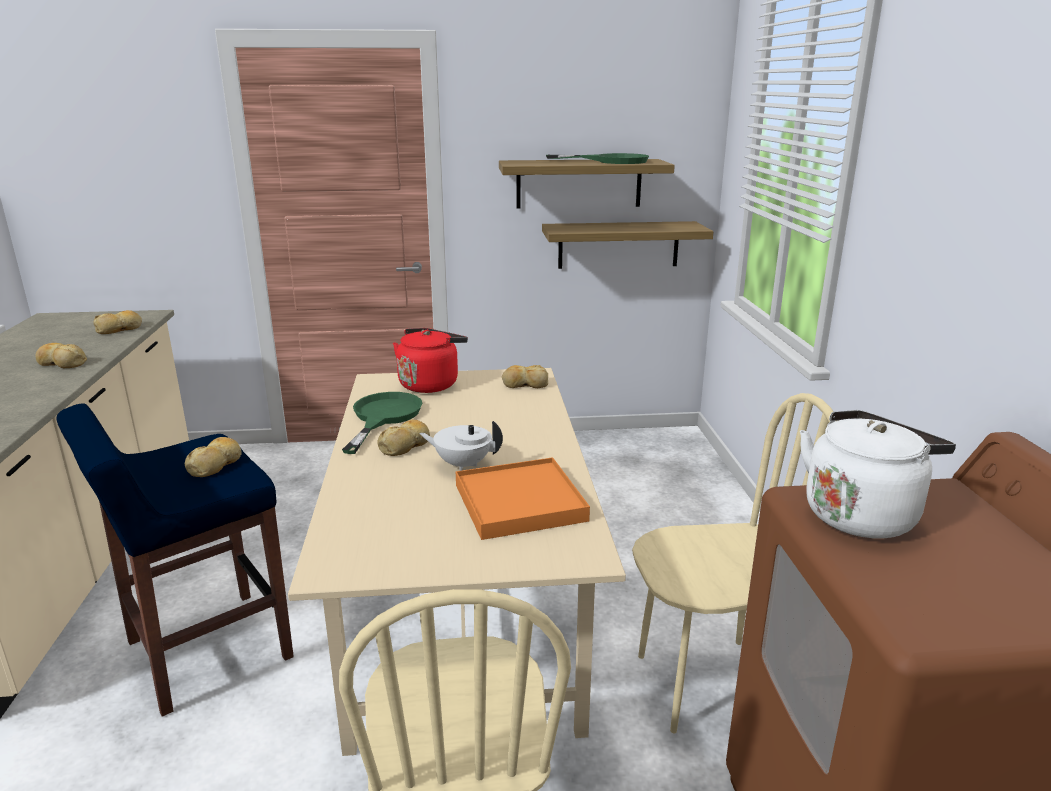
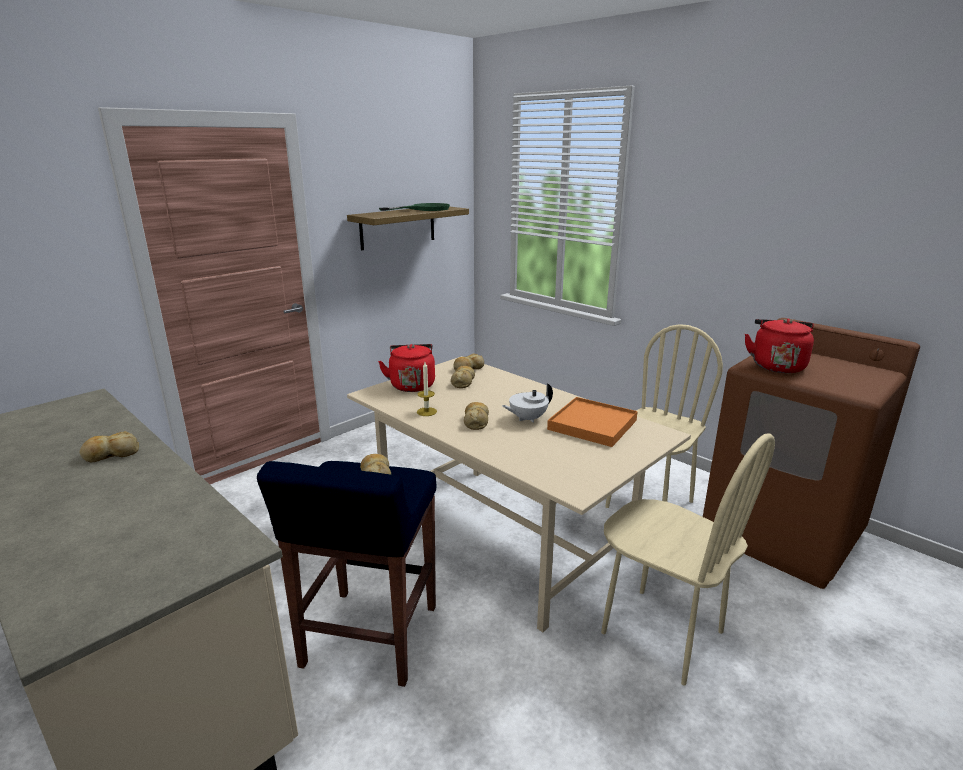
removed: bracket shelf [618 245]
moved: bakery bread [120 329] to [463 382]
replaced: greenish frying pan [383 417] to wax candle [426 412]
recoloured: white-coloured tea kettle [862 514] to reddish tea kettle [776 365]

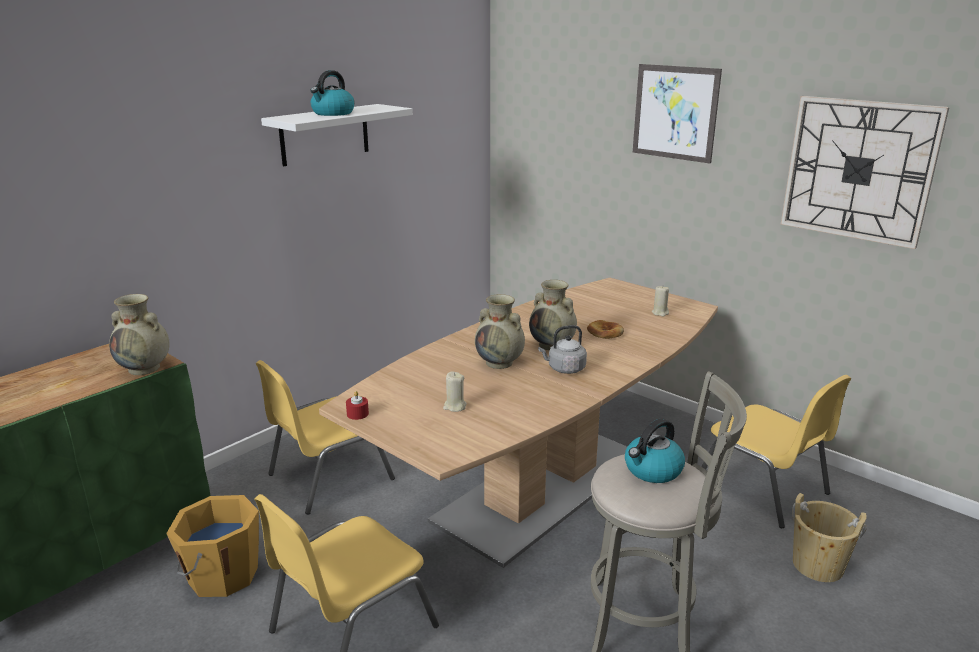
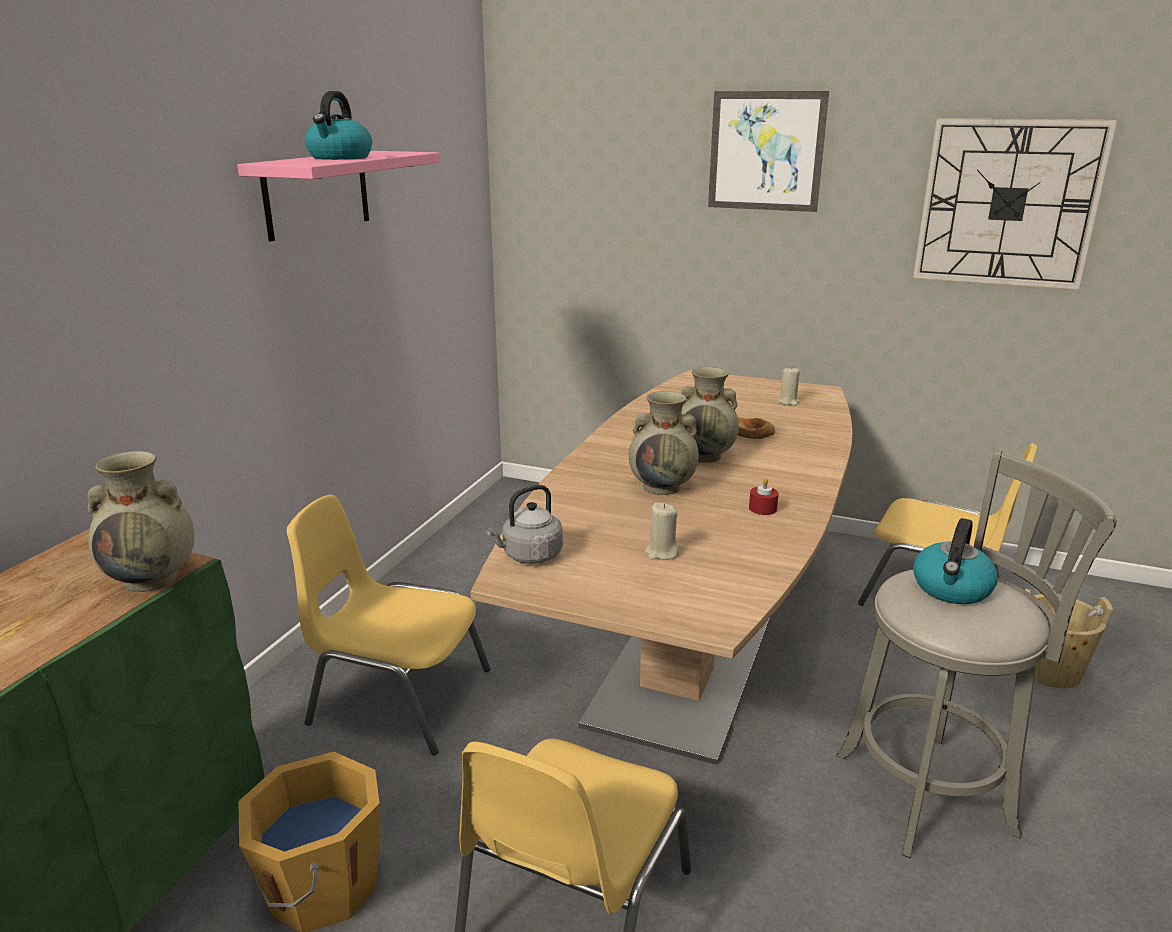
moved: grey tea kettle [564 369] to [529 556]; reddish wax candle [357 414] to [762 508]
recoloured: white-coloured bracket shelf [325 134] to pinkish bracket shelf [317 194]
turned: yellow-coloured upright chair [328 477] = [398 696] 75 degrees clockwise

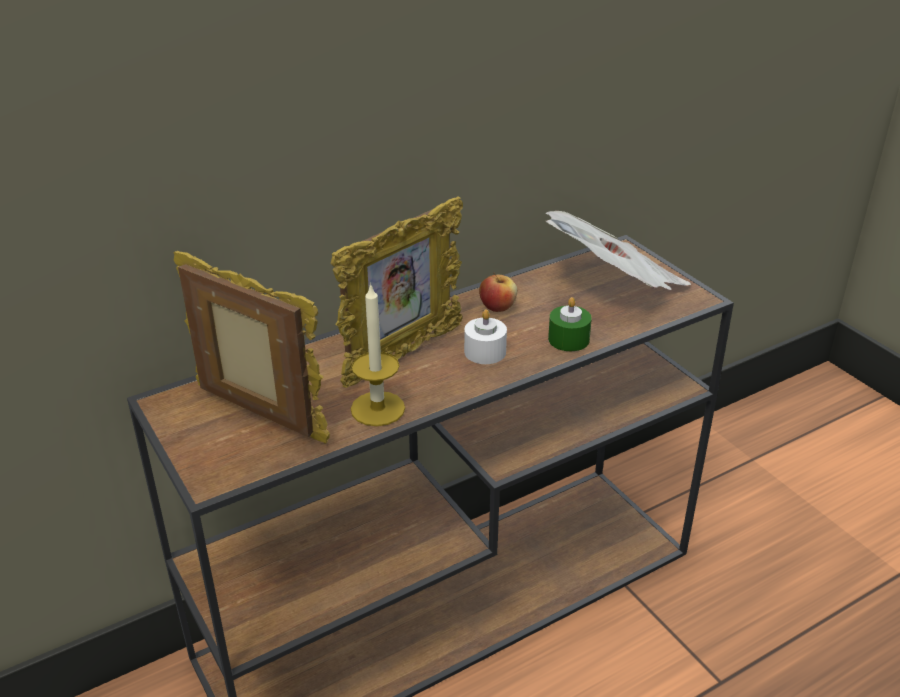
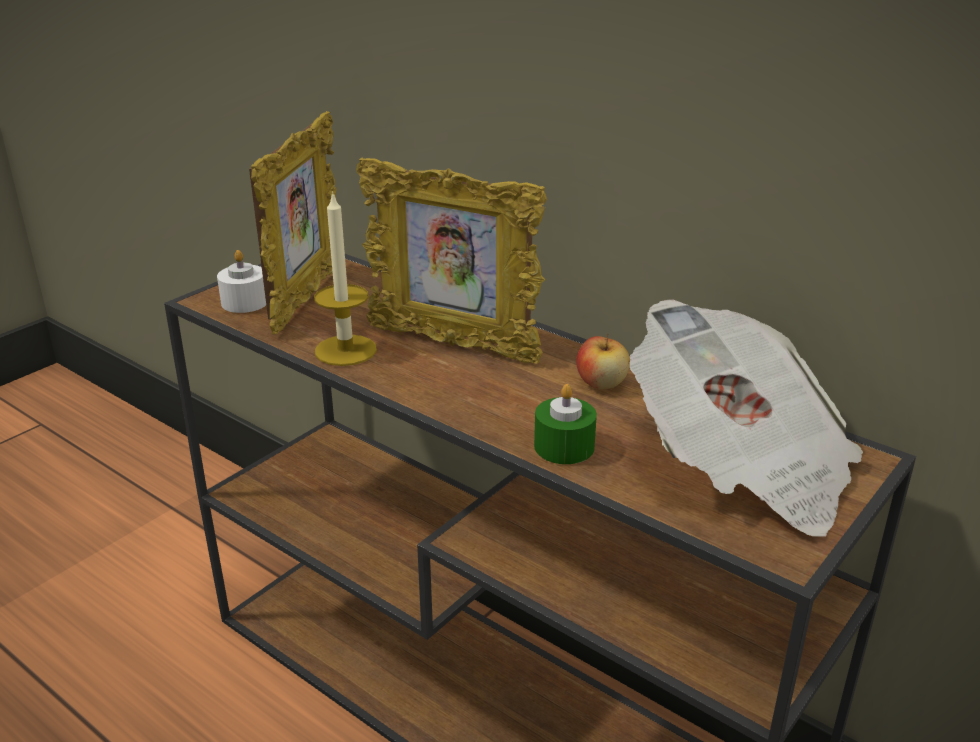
moved: white-coloured wax candle [485 352] to [245 302]

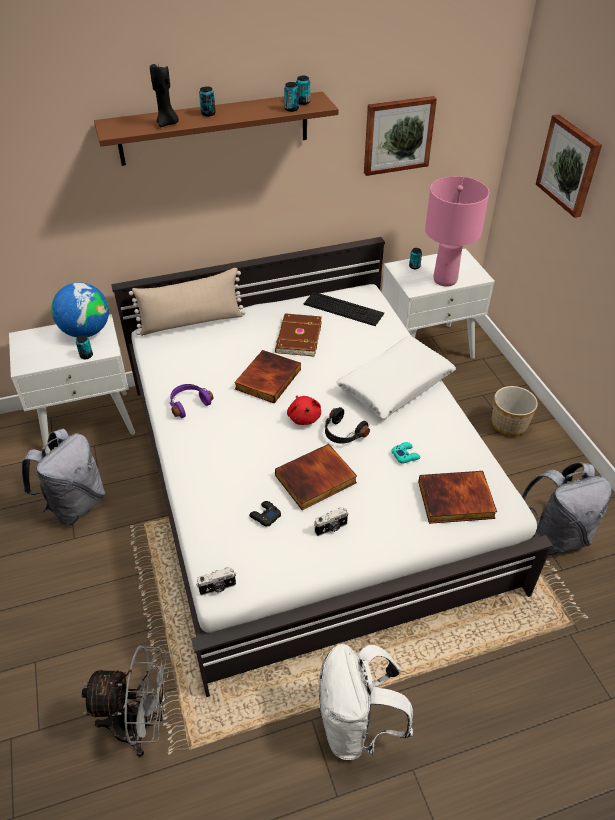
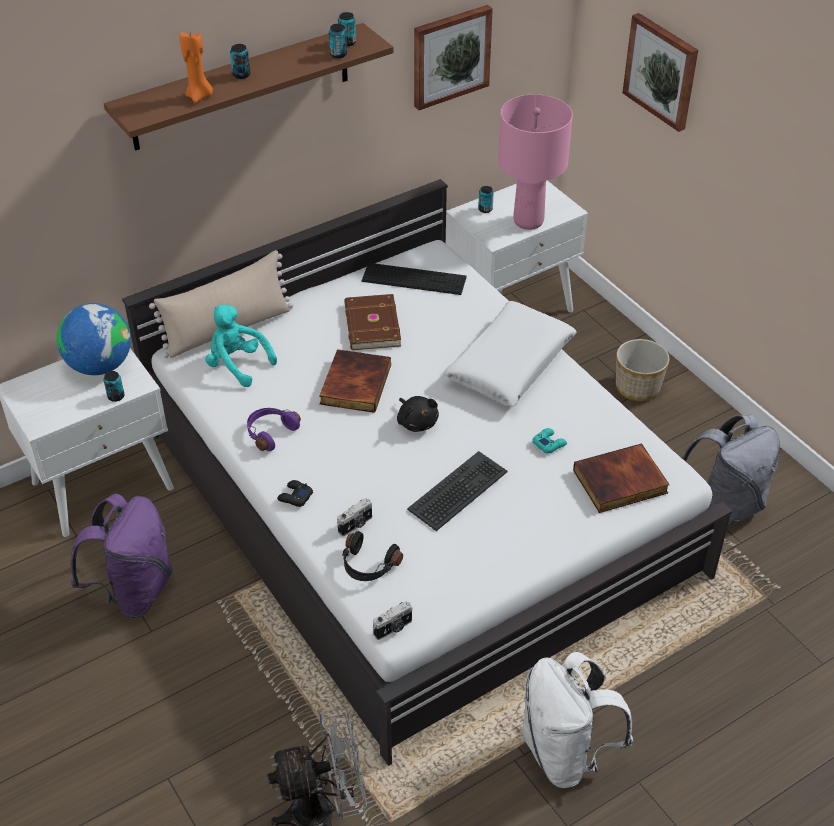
added: turquoise soft toy [237 365]
moved: black-coloured headphones [343 433] to [368 566]; black-coloured game controller [265 516] to [295 497]; still camera [331 528] to [356 525]
replaced: volume [316 480] to PC keyboard [458 491]
recoloured: black-coloured wax candle [167 124] to orange wax candle [199 96]; reddish soft toy [304 417] to black-coloured soft toy [417 422]; grey knapsack [75 504] to purple knapsack [134 591]

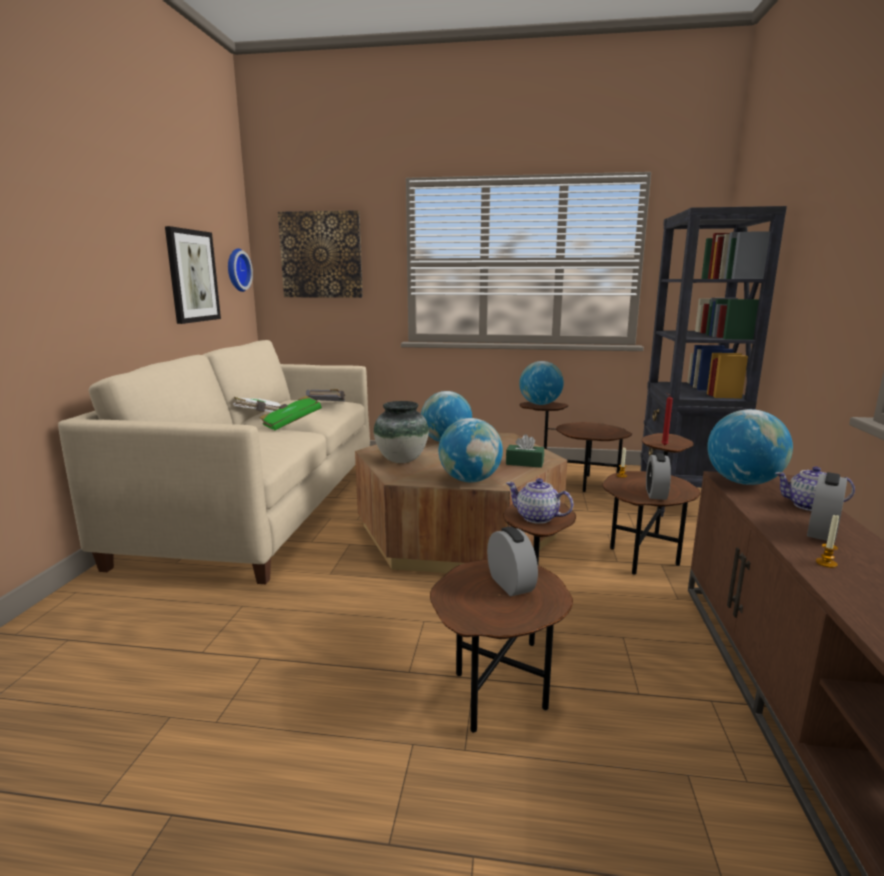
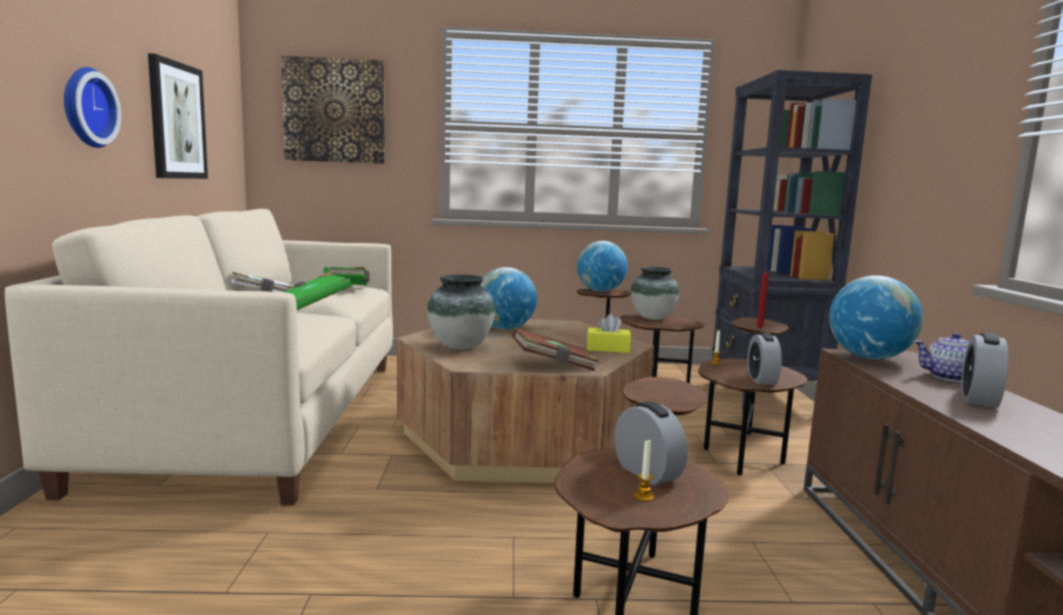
removed: pot for tea [537 518]
added: flower vase [653 318]
moved: wall clock [236 270] to [85 107]; wax candle [826 563] to [643 496]
replaced: globe [470 480] to brown-coloured volume [554 366]
recoloured: grey volume [328 405] to greenish volume [348 288]; greenish tissue box [524 463] to yellow-coloured tissue box [608 349]

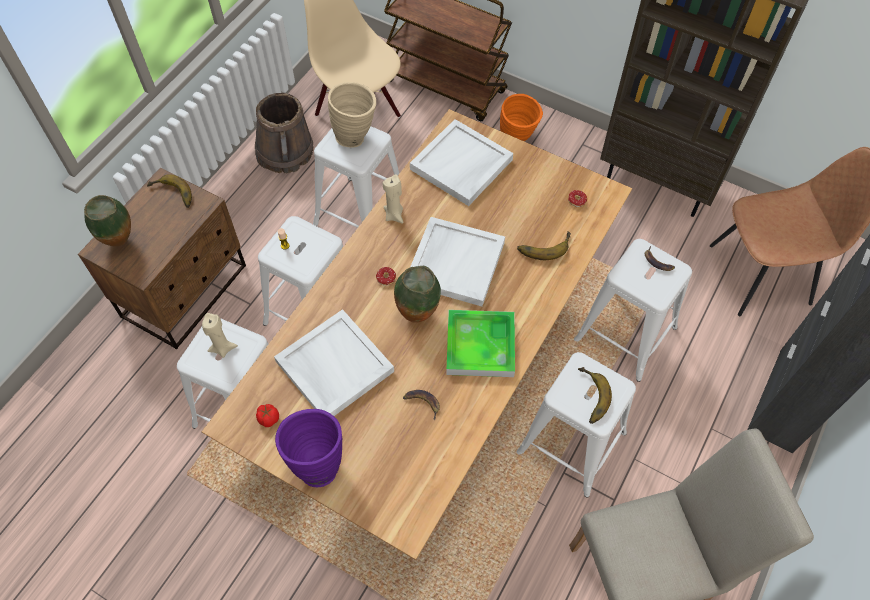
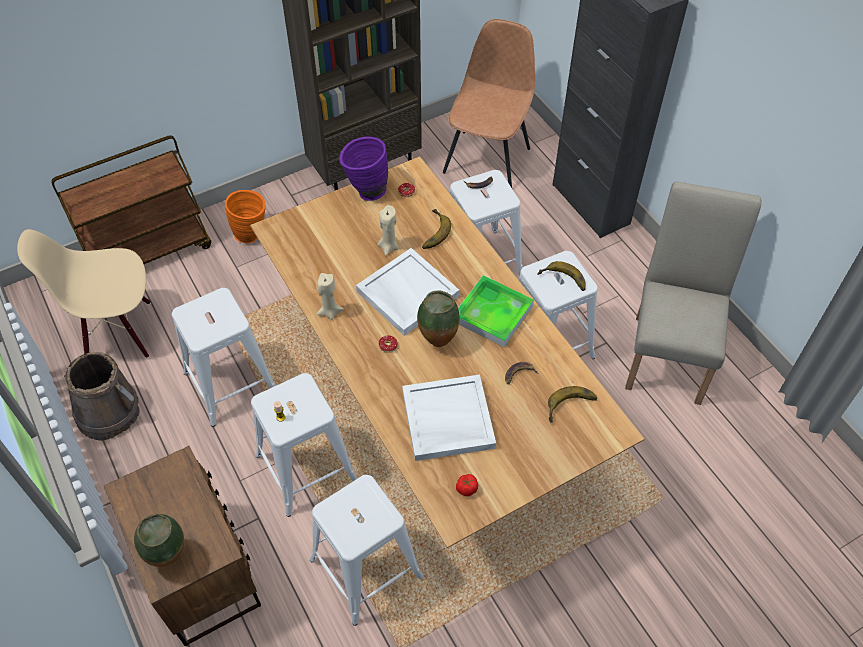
removed: beige flower vase [356 136]; white-coloured serving tray [461 165]
moved: whole banana [171 195] to [572 408]; beige wax candle [223 348] to [388 247]; purple flower vase [316 462] to [365 191]

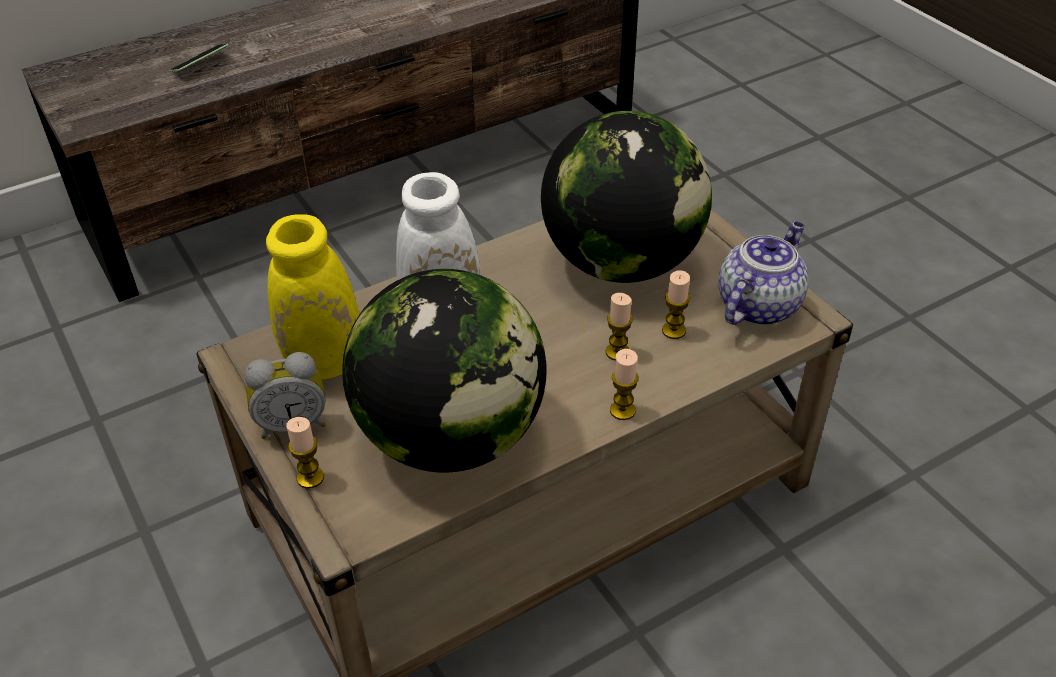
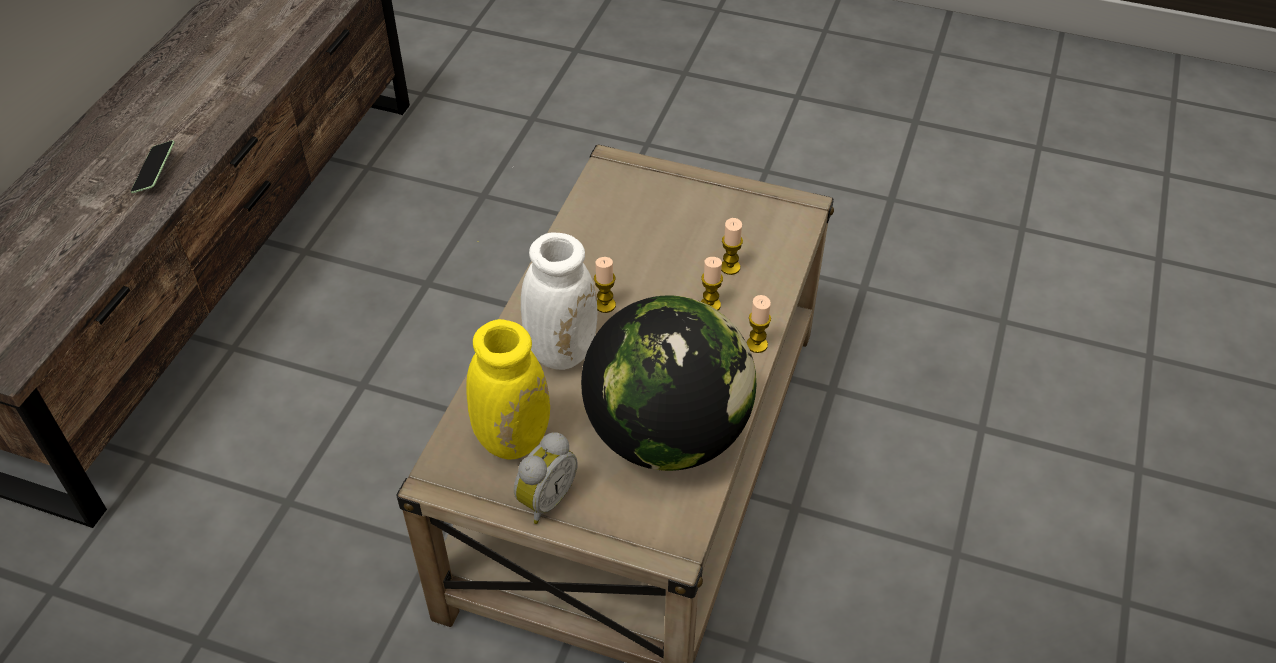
removed: globe [621 263]; pot for tea [758 305]
moved: telephone [201 66] to [155 174]; wax candle [310 478] to [605 305]

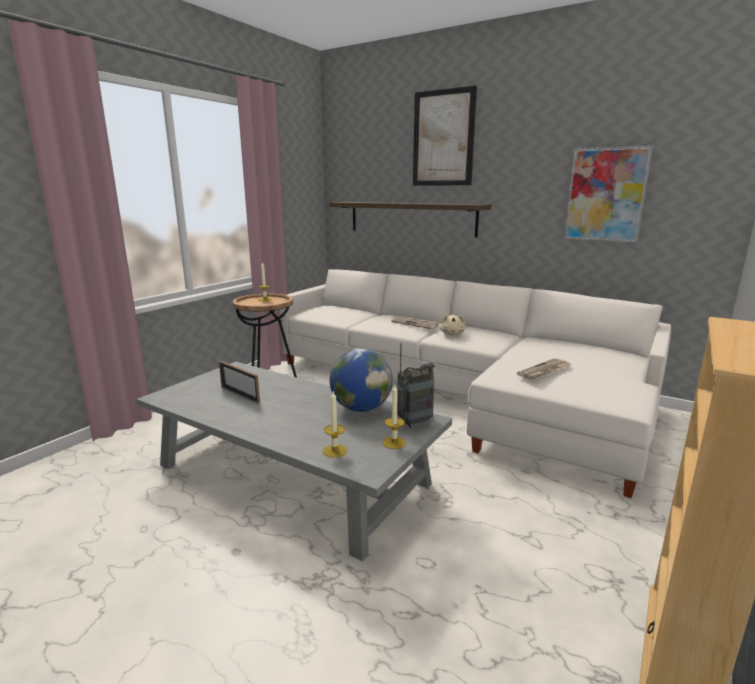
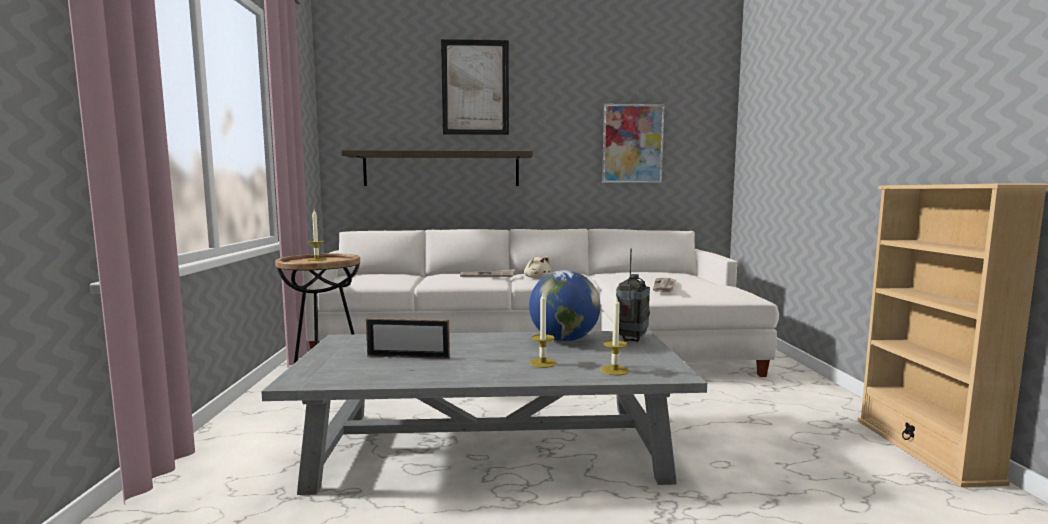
moved: wax candle [394 443] to [542 363]

